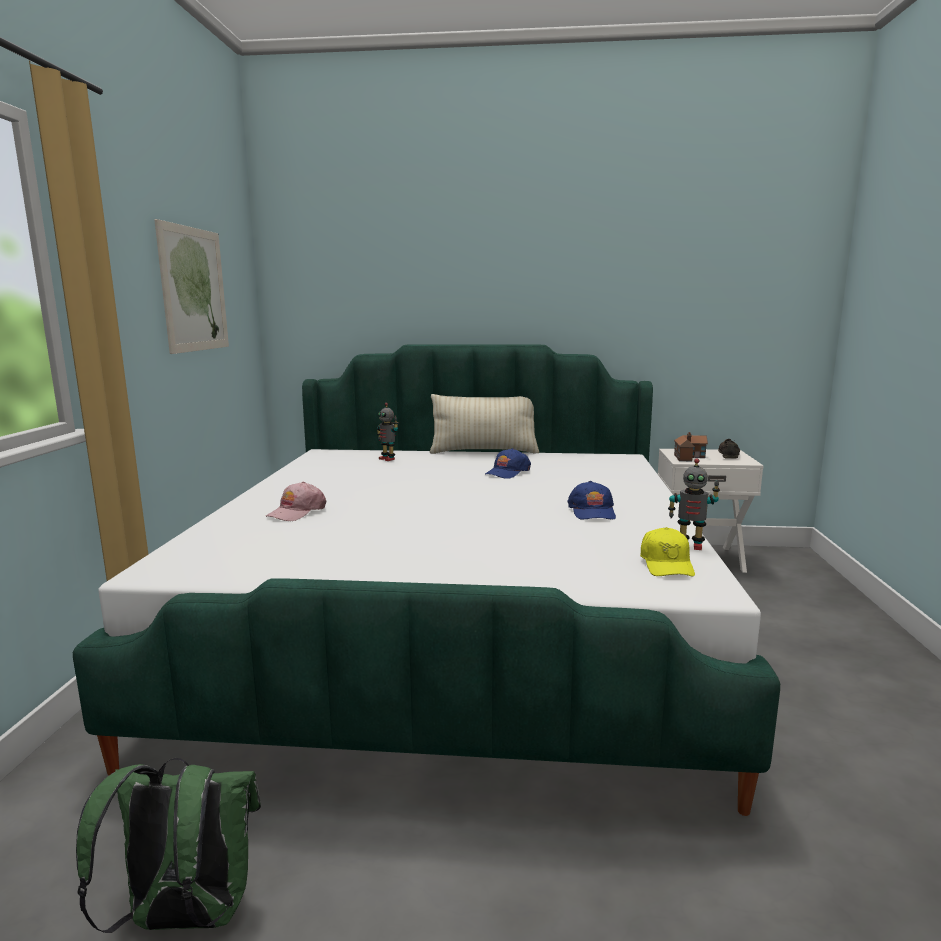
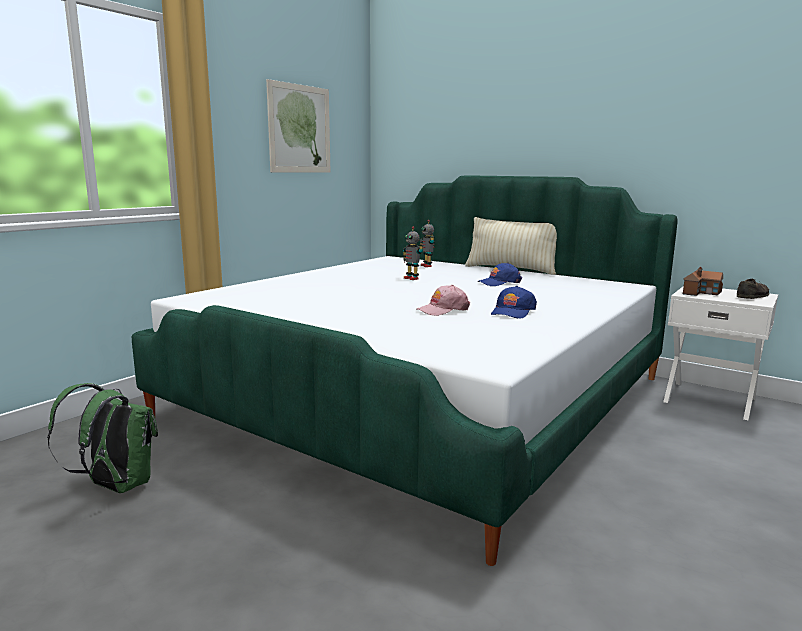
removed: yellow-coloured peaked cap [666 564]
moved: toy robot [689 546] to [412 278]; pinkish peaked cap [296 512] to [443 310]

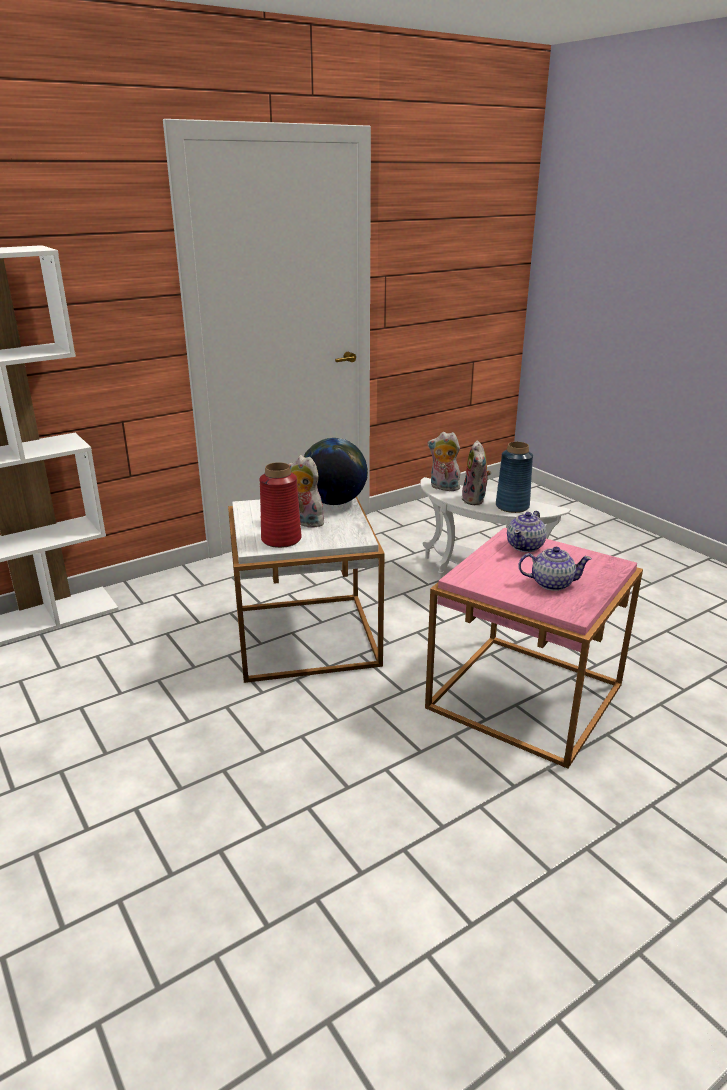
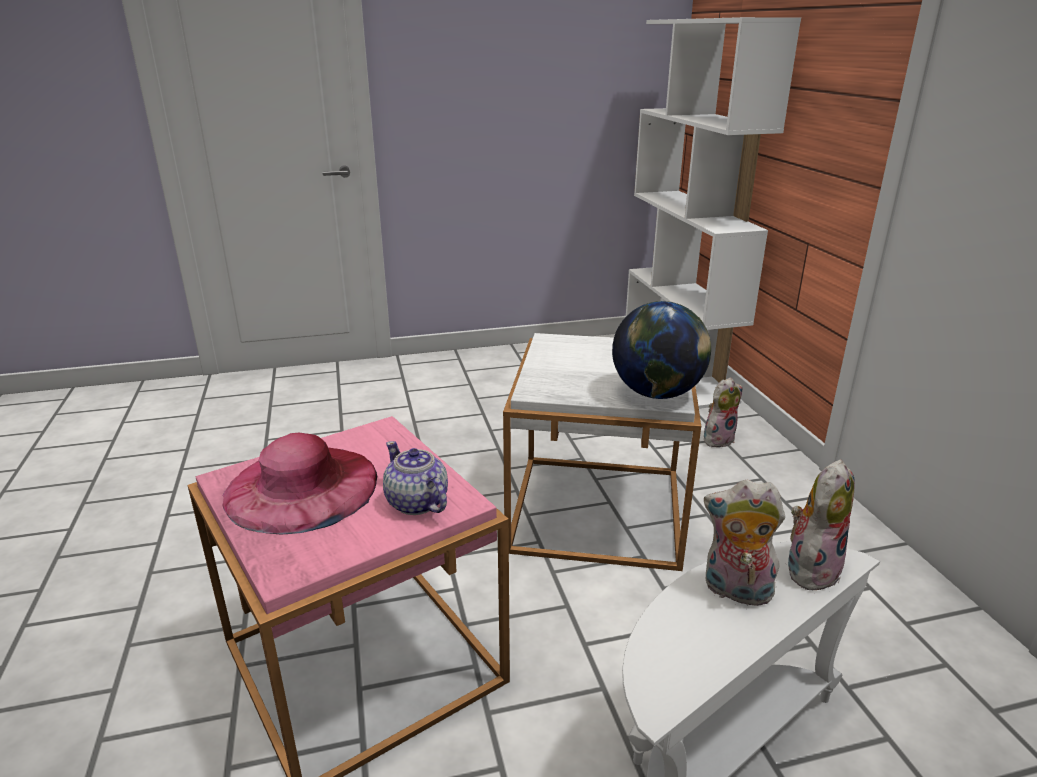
removed: blue flower vase [512 506]; reddish flower vase [281 539]
moved: soft toy [305 522] to [718 439]
replaced: pot for tea [551 583] to pinkish wearable hat [302 487]

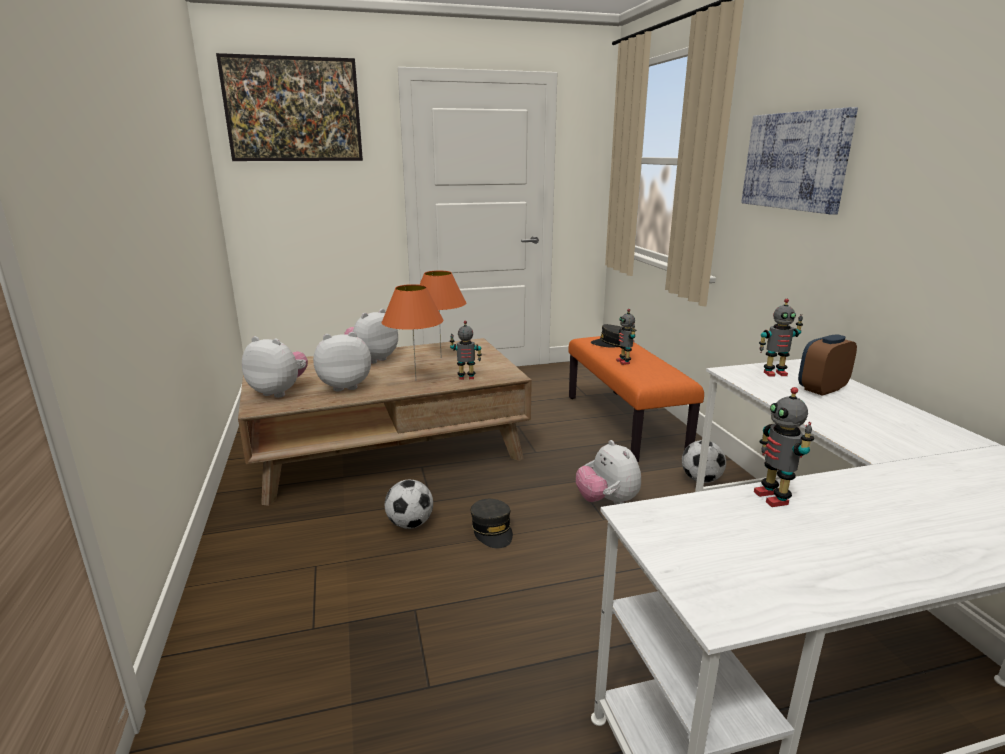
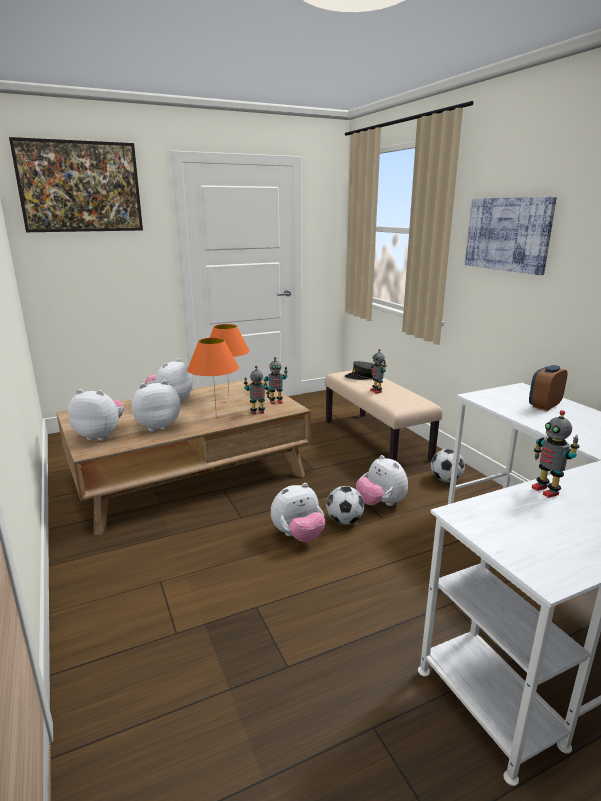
moved: toy robot [774 373] to [276 402]; football [410 524] to [344 521]
replaced: grey peaked cap [492 530] to soft toy [298 536]
recoloured: orange indoor bench [625 423] to beige indoor bench [376 440]

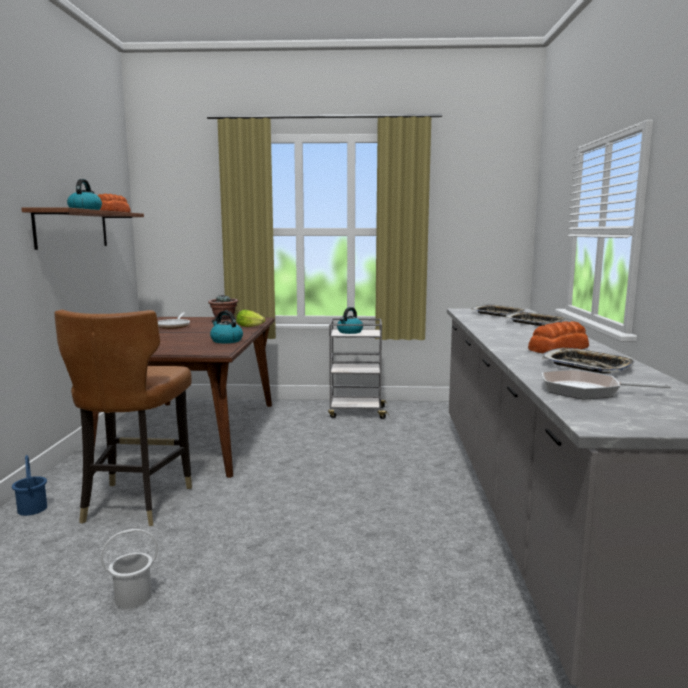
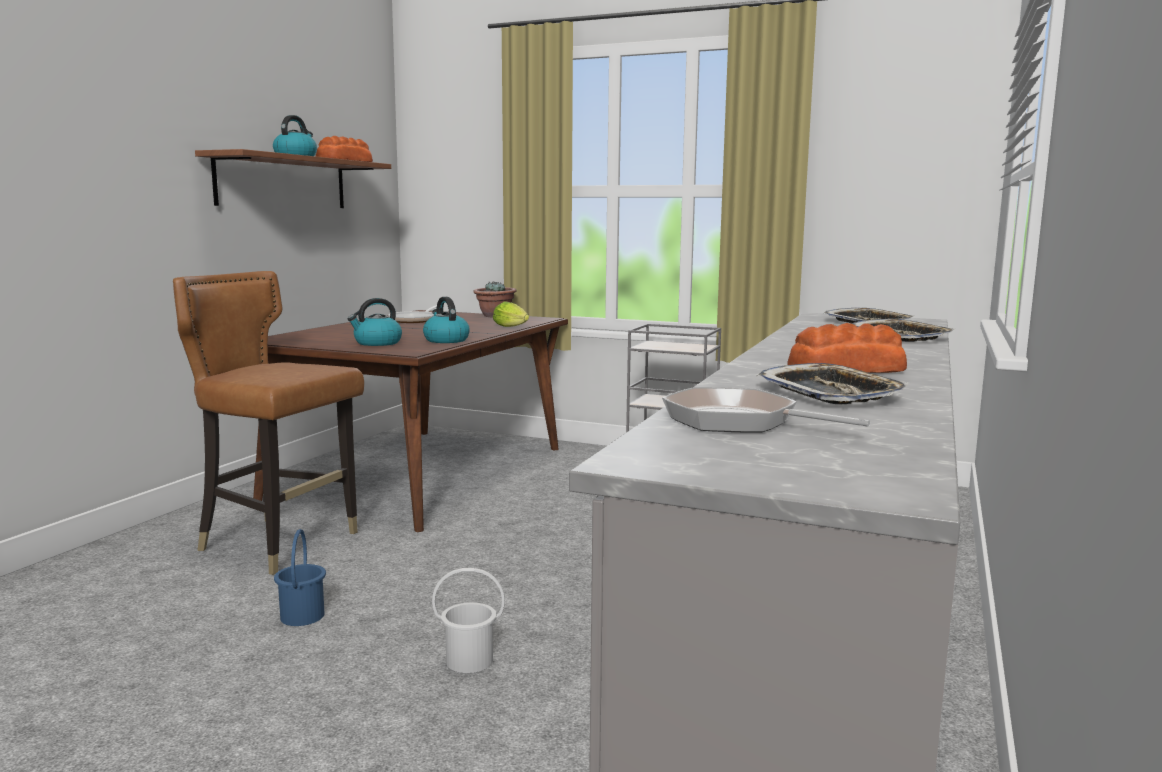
moved: tea kettle [349 332] to [377 343]; blue water bucket [33 509] to [303 616]; white-coloured water bucket [133 597] to [469 660]
turned: brown-coloured upright chair [135 502] = [279 544] 90 degrees clockwise

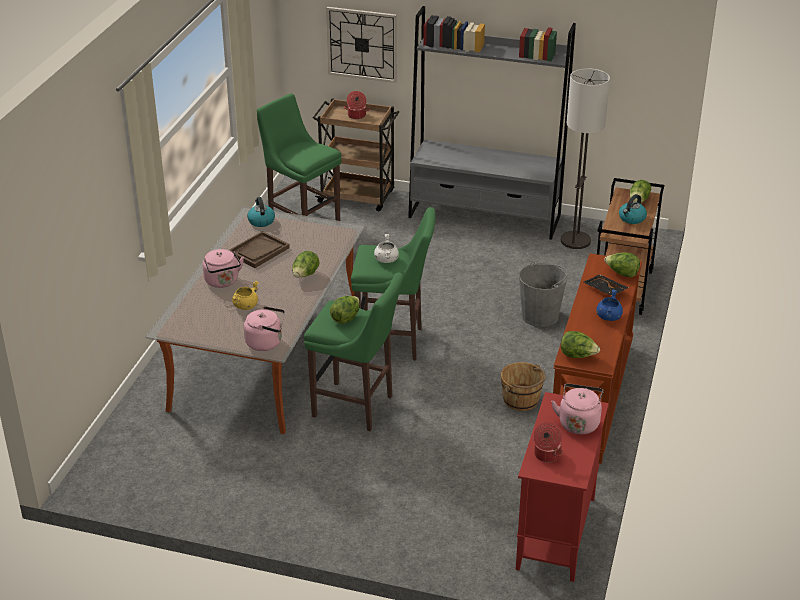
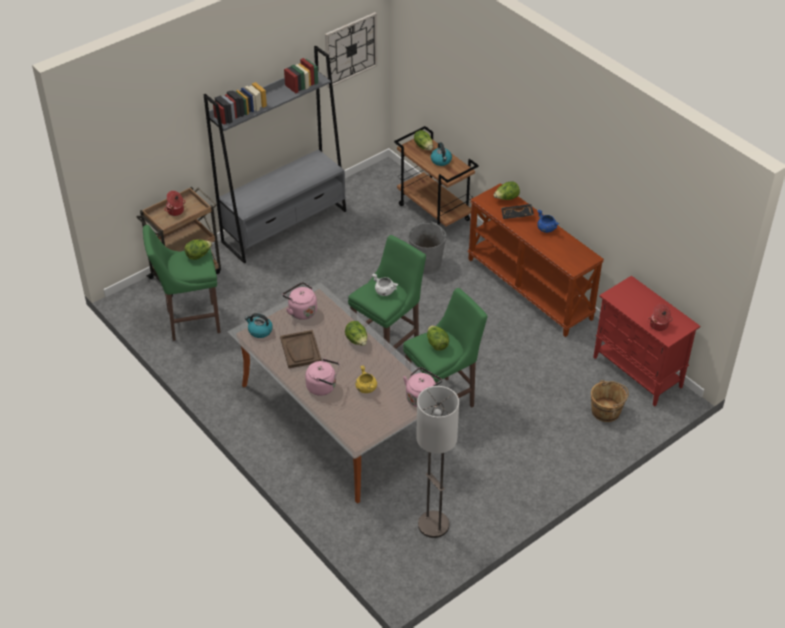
moved: wall clock [362 44] to [350 49]; standard lamp [575 241] to [433 525]; lettuce [577 356] to [198 255]; brown-coloured water bucket [521 400] to [606 411]; pinkish tea kettle [578 422] to [301 311]

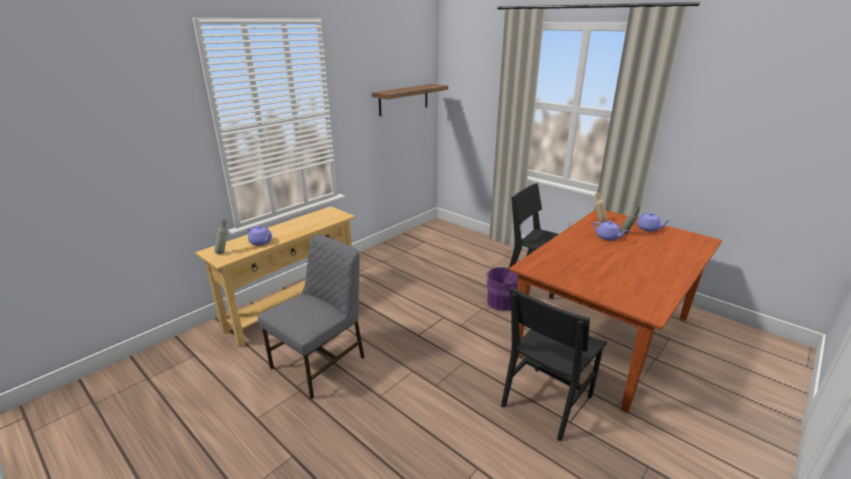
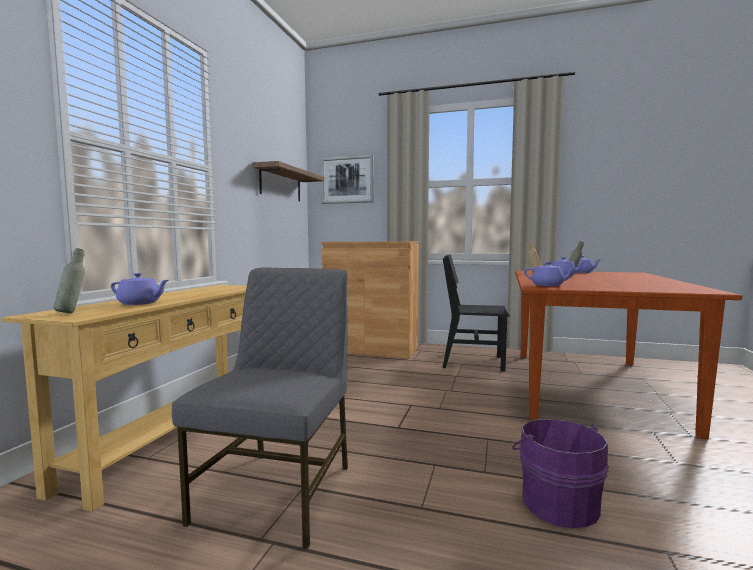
removed: black-coloured upright chair [547 400]
added: picture [347 180]; brown-coloured storage cabinet [371 349]; purple pot for tea [548 285]
moved: purple water bucket [502 301] to [557 503]

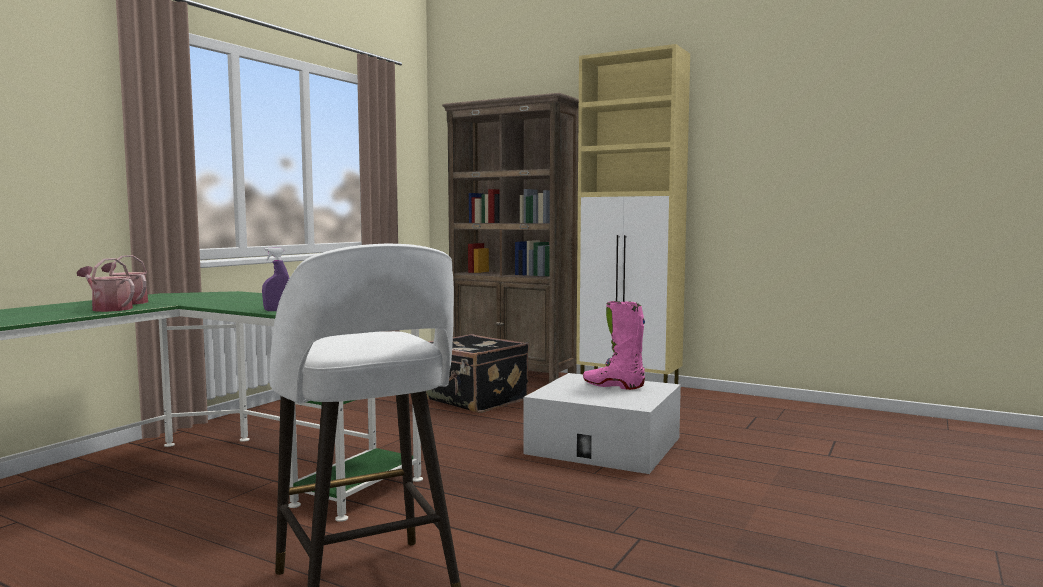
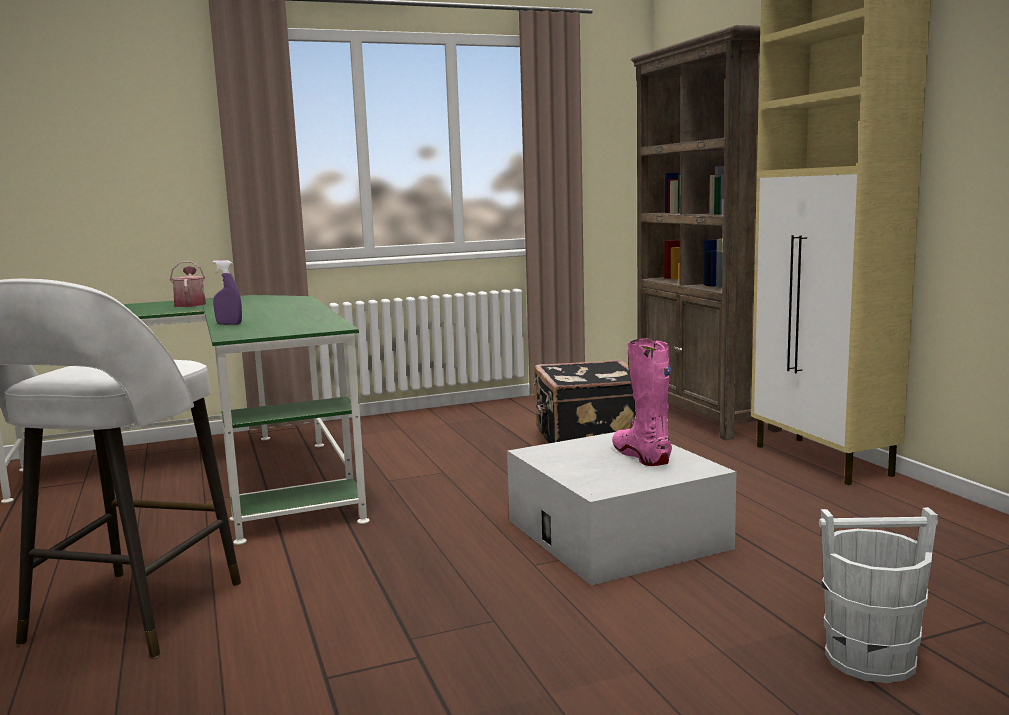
removed: sprinkling can [108 309]
added: white-coloured water bucket [871 659]

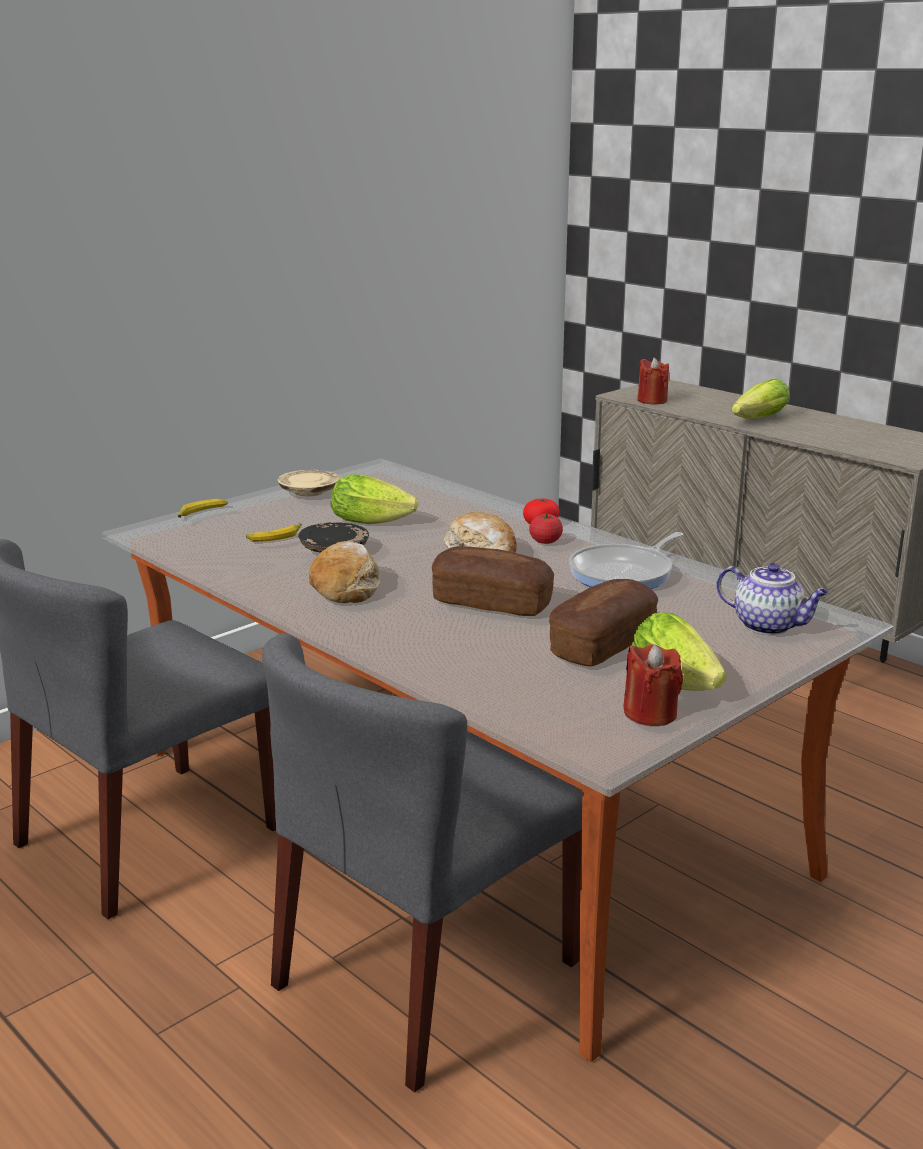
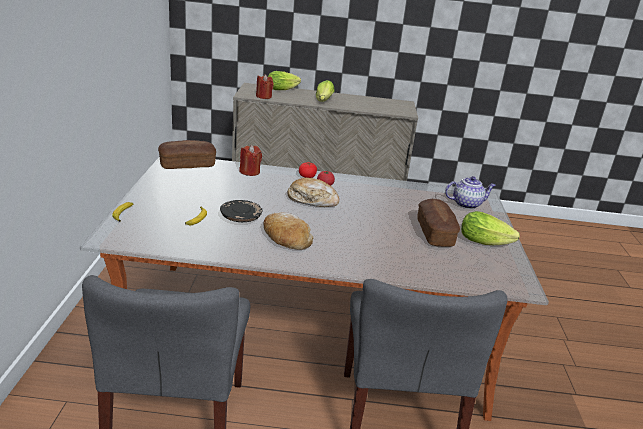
removed: beige dinner plate [309 492]; frying pan [625 573]
moved: lettuce [375 521] to [284 89]; bakery bread [491 603] to [187 165]; reddish wax candle [650 713] to [250 172]

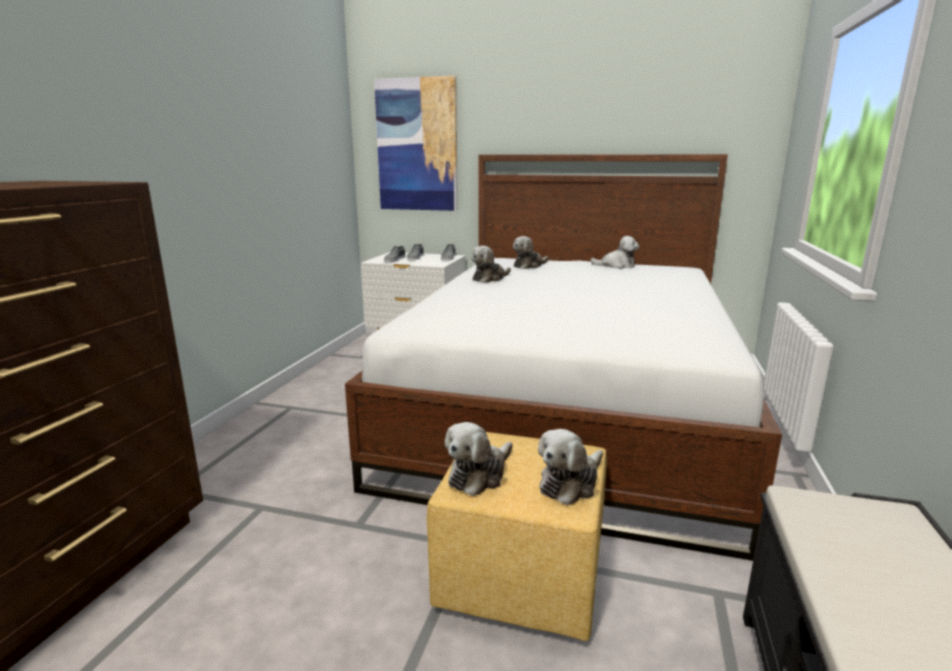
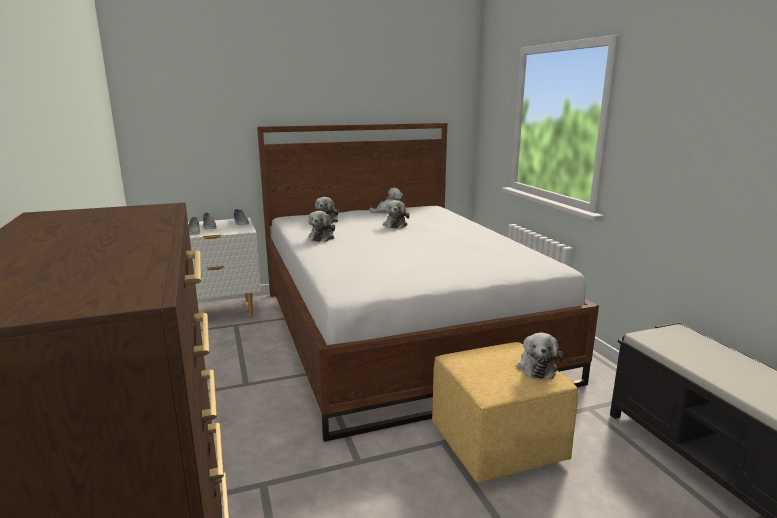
removed: picture [417 145]
moved: soft toy [479 475] to [395 225]

